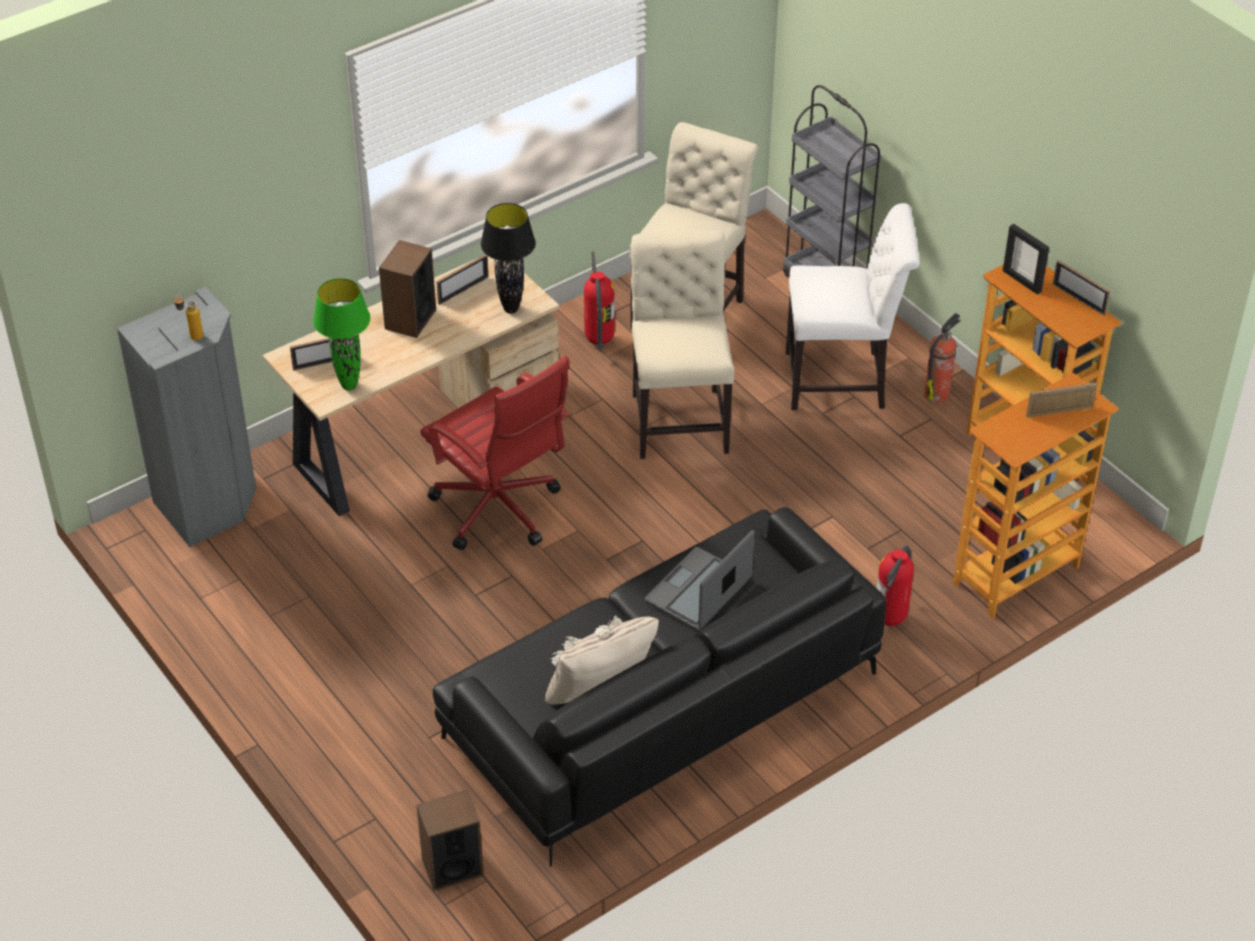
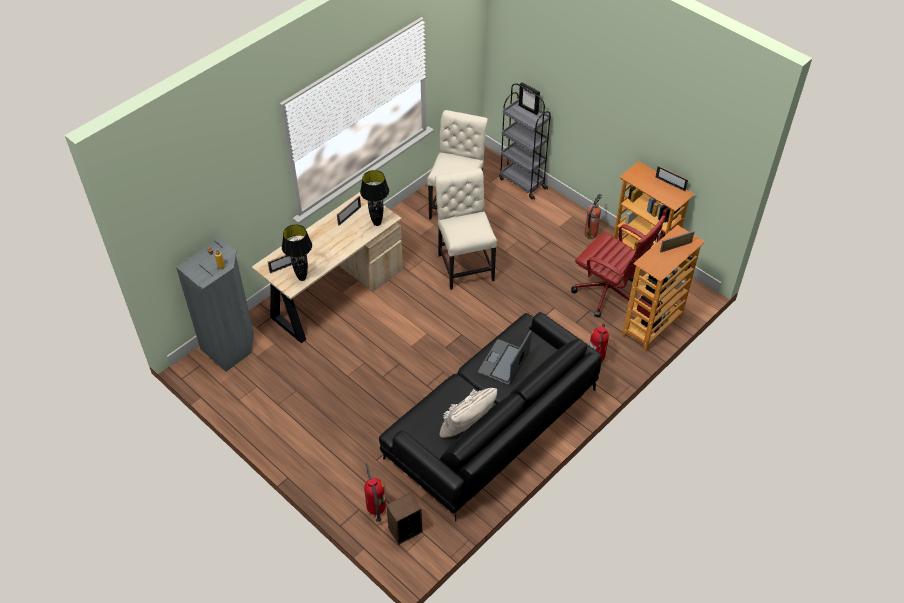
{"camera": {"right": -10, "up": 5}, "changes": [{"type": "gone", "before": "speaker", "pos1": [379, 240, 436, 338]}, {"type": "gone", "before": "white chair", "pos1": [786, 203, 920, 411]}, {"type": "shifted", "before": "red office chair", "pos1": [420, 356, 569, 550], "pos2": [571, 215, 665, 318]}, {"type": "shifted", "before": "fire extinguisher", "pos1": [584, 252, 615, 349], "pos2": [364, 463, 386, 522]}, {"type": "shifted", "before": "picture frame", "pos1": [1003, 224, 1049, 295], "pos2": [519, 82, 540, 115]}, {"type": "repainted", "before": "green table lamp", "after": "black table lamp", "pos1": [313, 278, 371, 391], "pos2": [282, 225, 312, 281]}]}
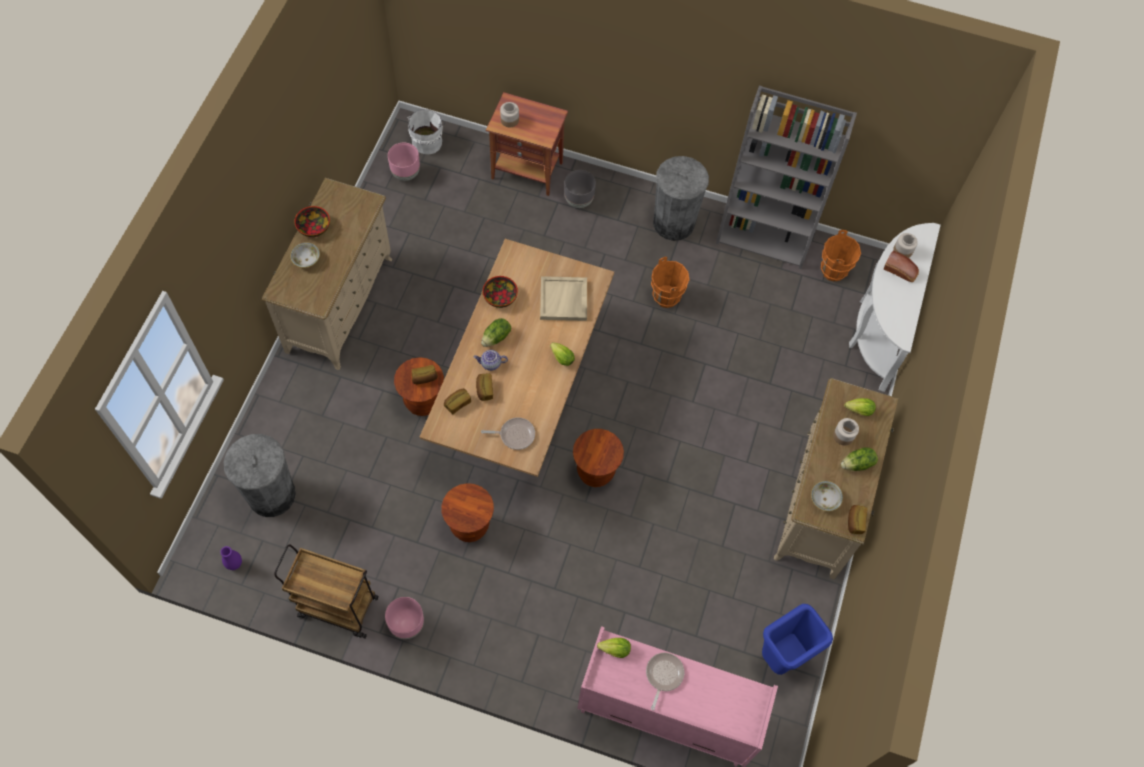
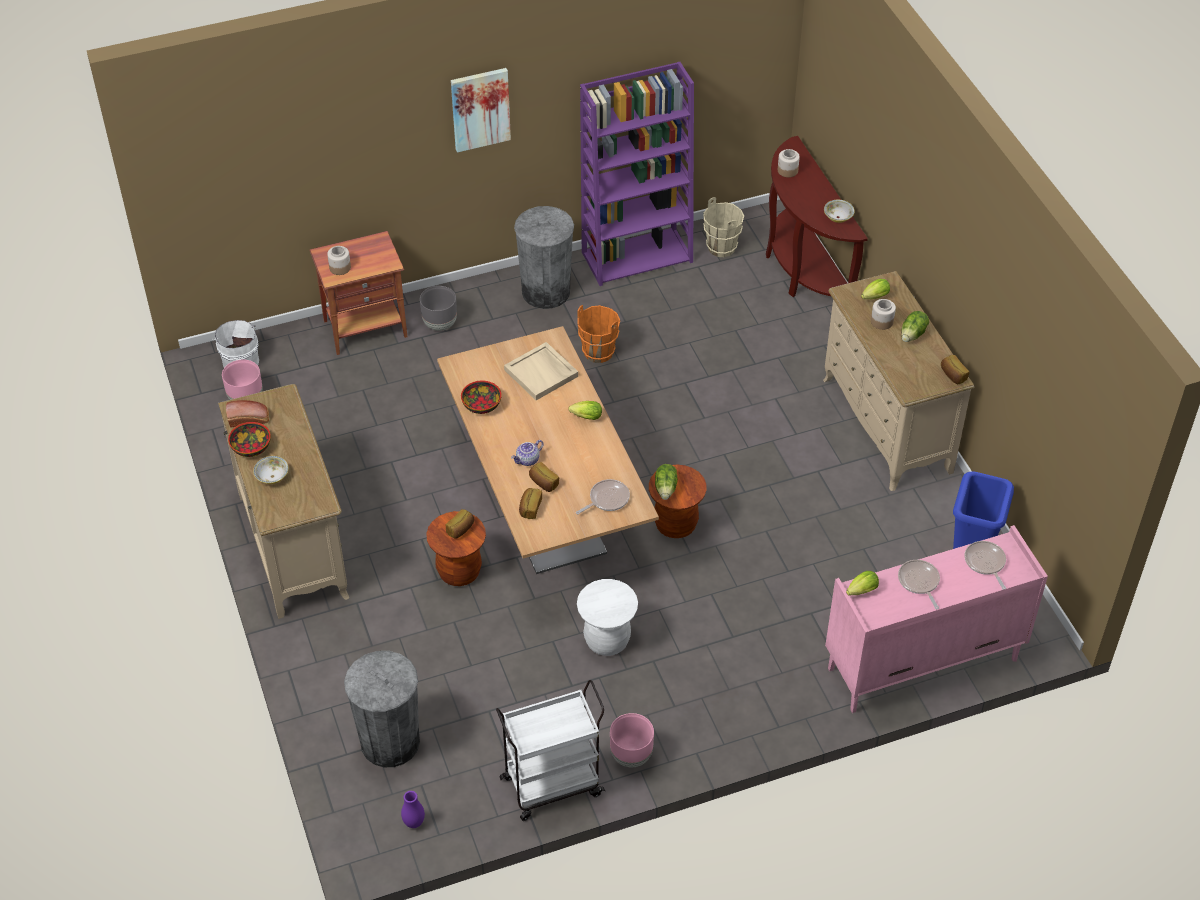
{"camera": {"right": -35, "up": -15}, "changes": [{"type": "new", "after": "picture", "pos2": [451, 68, 511, 152]}, {"type": "new", "after": "frying pan", "pos2": [964, 541, 1006, 590]}, {"type": "shifted", "before": "lettuce", "pos1": [481, 318, 511, 347], "pos2": [655, 464, 678, 500]}, {"type": "shifted", "before": "bowl", "pos1": [811, 481, 843, 511], "pos2": [824, 200, 855, 223]}, {"type": "shifted", "before": "bread", "pos1": [884, 251, 919, 282], "pos2": [226, 400, 269, 428]}, {"type": "repainted", "before": "brown cart", "after": "white cart", "pos1": [274, 545, 378, 639], "pos2": [496, 680, 606, 821]}, {"type": "repainted", "before": "brown stool", "after": "white stool", "pos1": [441, 483, 494, 542], "pos2": [577, 579, 638, 656]}, {"type": "repainted", "before": "grey bookcase", "after": "purple bookcase", "pos1": [716, 86, 857, 269], "pos2": [580, 62, 694, 286]}, {"type": "repainted", "before": "orange bucket", "after": "beige bucket", "pos1": [821, 230, 861, 281], "pos2": [703, 197, 744, 257]}, {"type": "repainted", "before": "white console table", "after": "brown console table", "pos1": [849, 223, 941, 392], "pos2": [766, 136, 868, 297]}]}
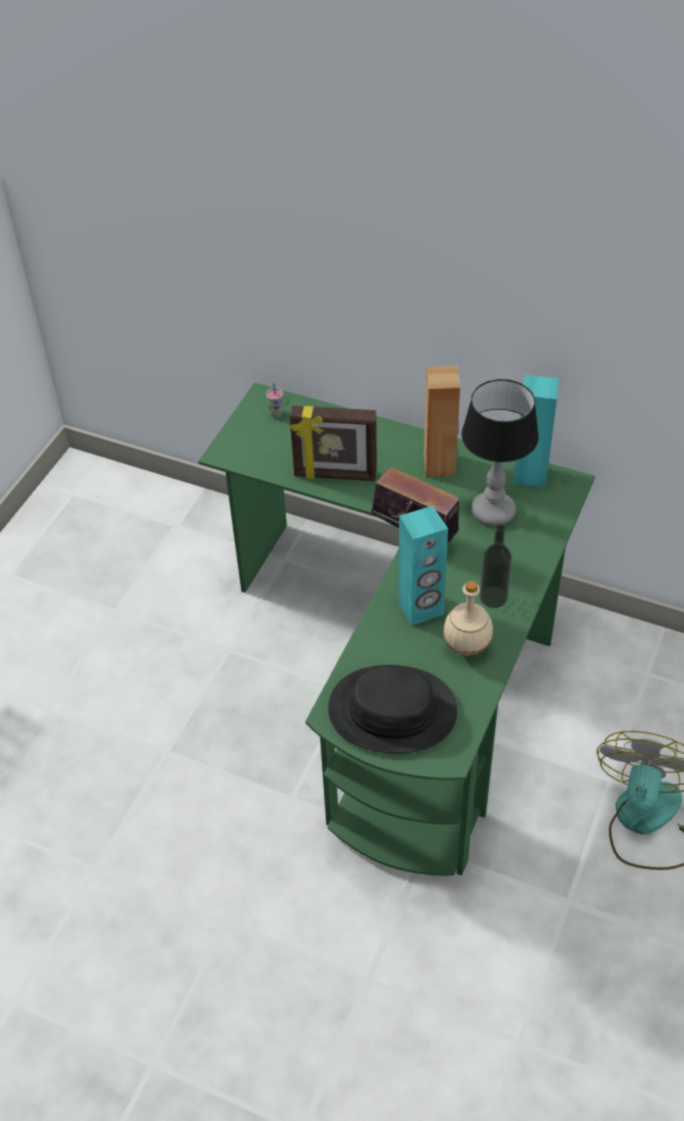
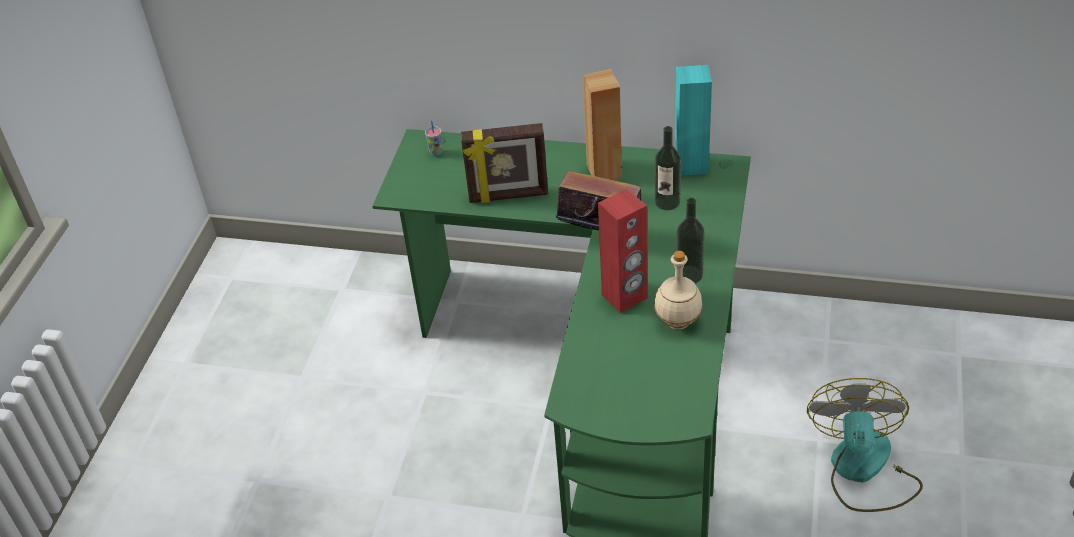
{"camera": {"right": -10, "up": -5}, "changes": [{"type": "gone", "before": "black hat", "pos1": [328, 665, 457, 754]}, {"type": "swapped", "before": "table lamp", "after": "bottle", "pos1": [461, 379, 539, 526], "pos2": [655, 126, 681, 210]}, {"type": "repainted", "before": "turquoise speaker", "after": "red speaker", "pos1": [398, 506, 448, 626], "pos2": [598, 189, 648, 313]}]}
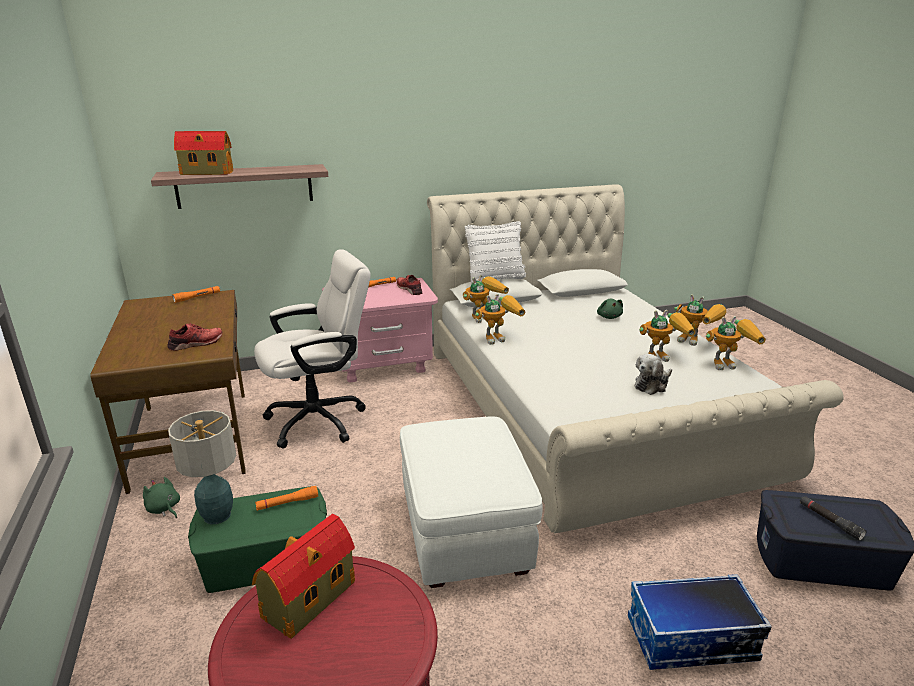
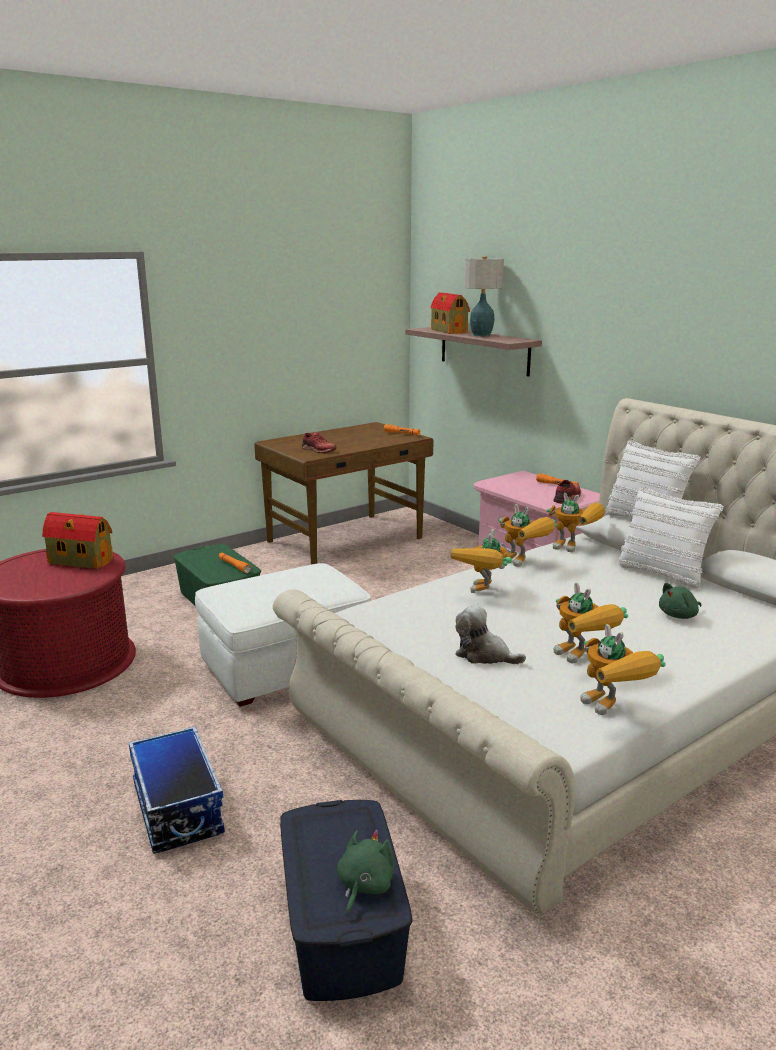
{"camera": {"right": 70, "up": -5}, "changes": [{"type": "gone", "before": "white office chair", "pos1": [254, 249, 371, 449]}, {"type": "gone", "before": "black flashlight", "pos1": [800, 496, 866, 541]}, {"type": "new", "after": "white pillow", "pos2": [618, 486, 724, 588]}, {"type": "shifted", "before": "green plush toy", "pos1": [143, 477, 180, 518], "pos2": [337, 830, 394, 916]}, {"type": "shifted", "before": "table lamp", "pos1": [168, 410, 236, 524], "pos2": [464, 256, 504, 336]}, {"type": "shifted", "before": "toy robot", "pos1": [674, 294, 726, 346], "pos2": [451, 529, 512, 593]}]}
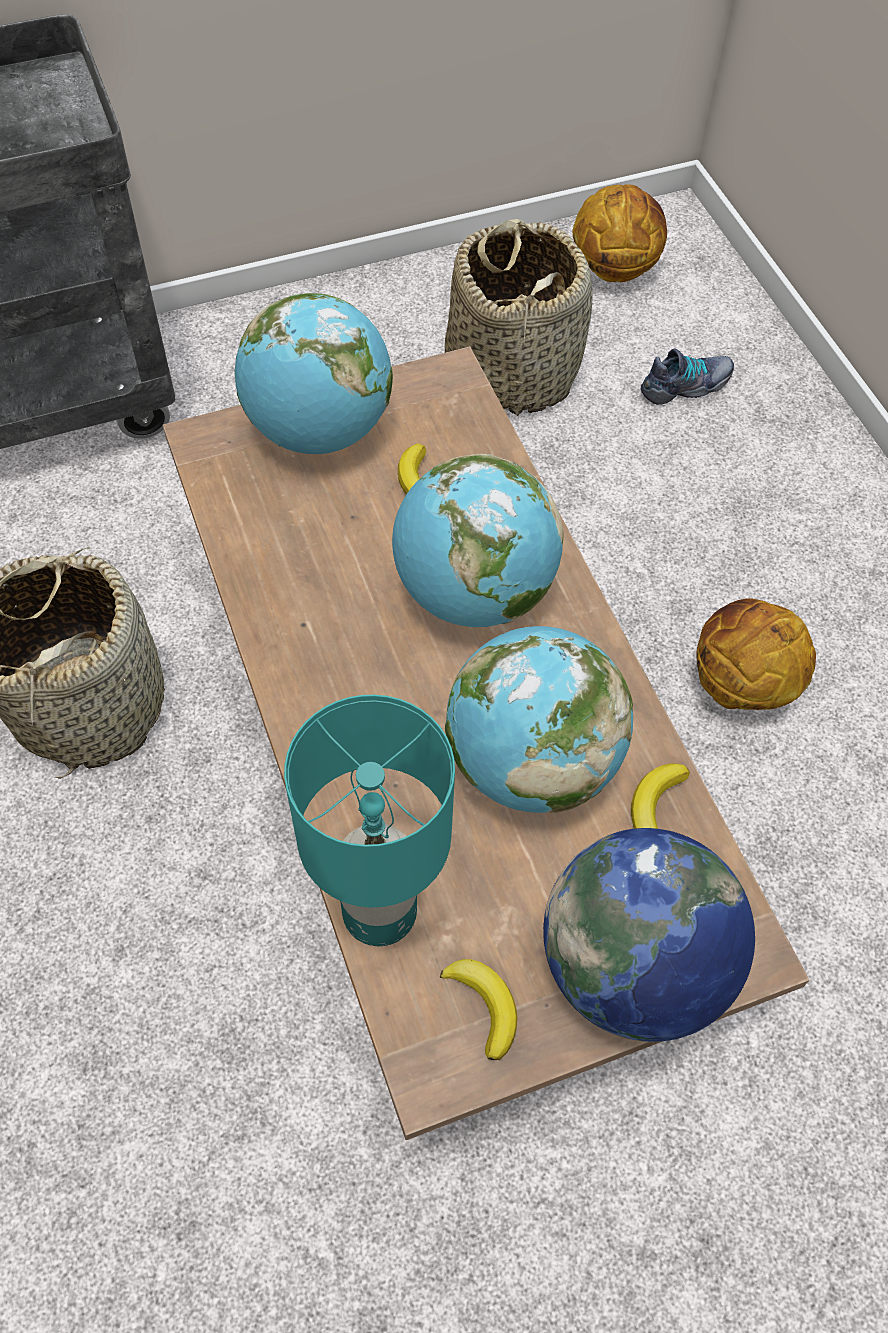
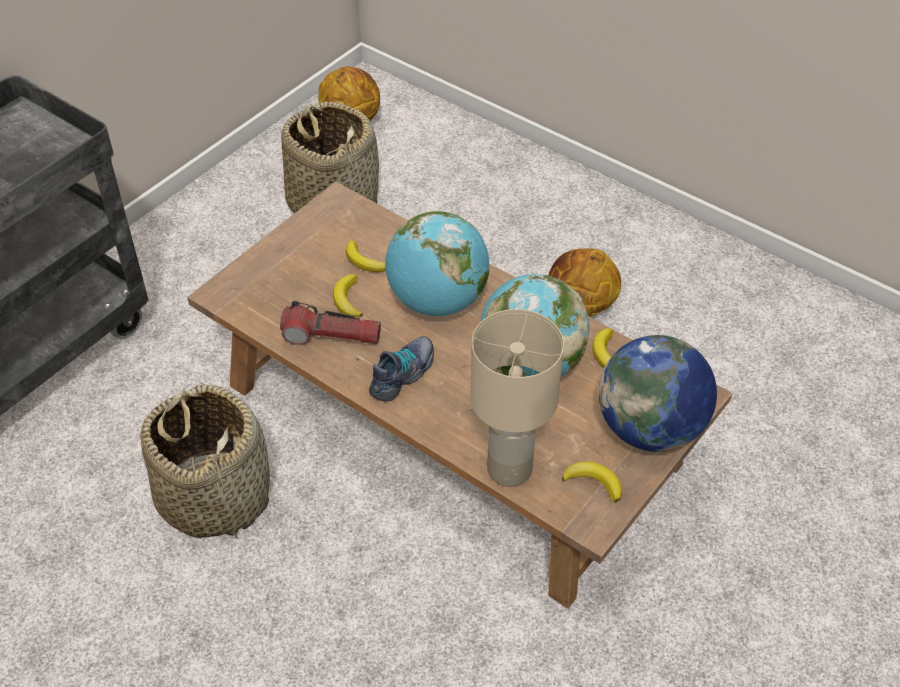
{"camera": {"right": -30, "up": -10}, "changes": [{"type": "gone", "before": "globe", "pos1": [235, 293, 393, 454]}, {"type": "new", "after": "flashlight", "pos2": [280, 301, 381, 345]}, {"type": "new", "after": "banana", "pos2": [333, 274, 363, 317]}, {"type": "shifted", "before": "shoe", "pos1": [641, 349, 734, 405], "pos2": [369, 336, 434, 401]}, {"type": "repainted", "before": "turquoise table lamp", "after": "beige table lamp", "pos1": [284, 695, 455, 946], "pos2": [470, 309, 564, 487]}]}
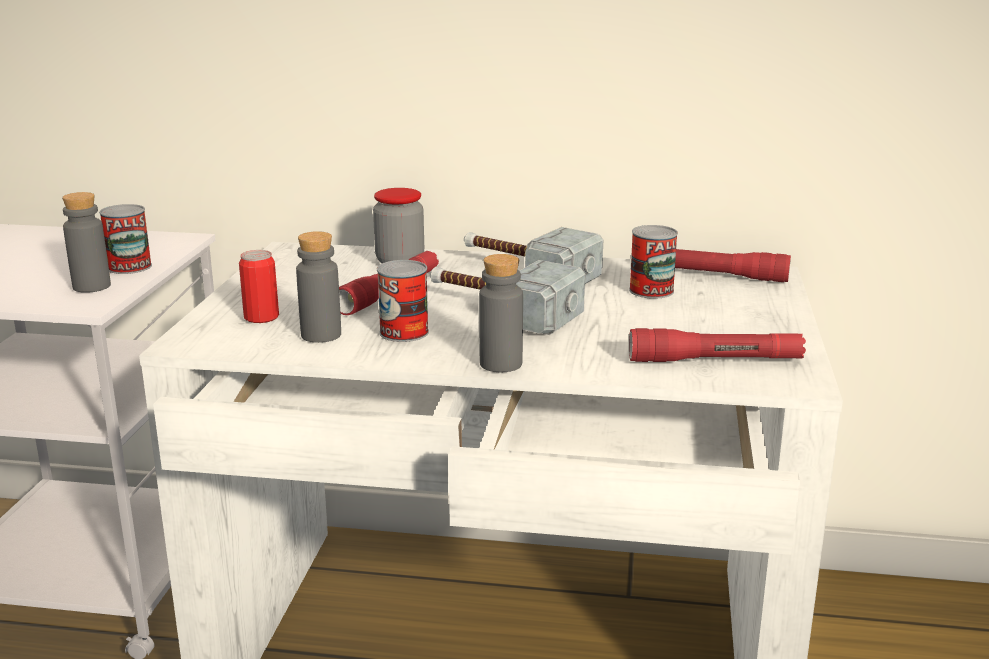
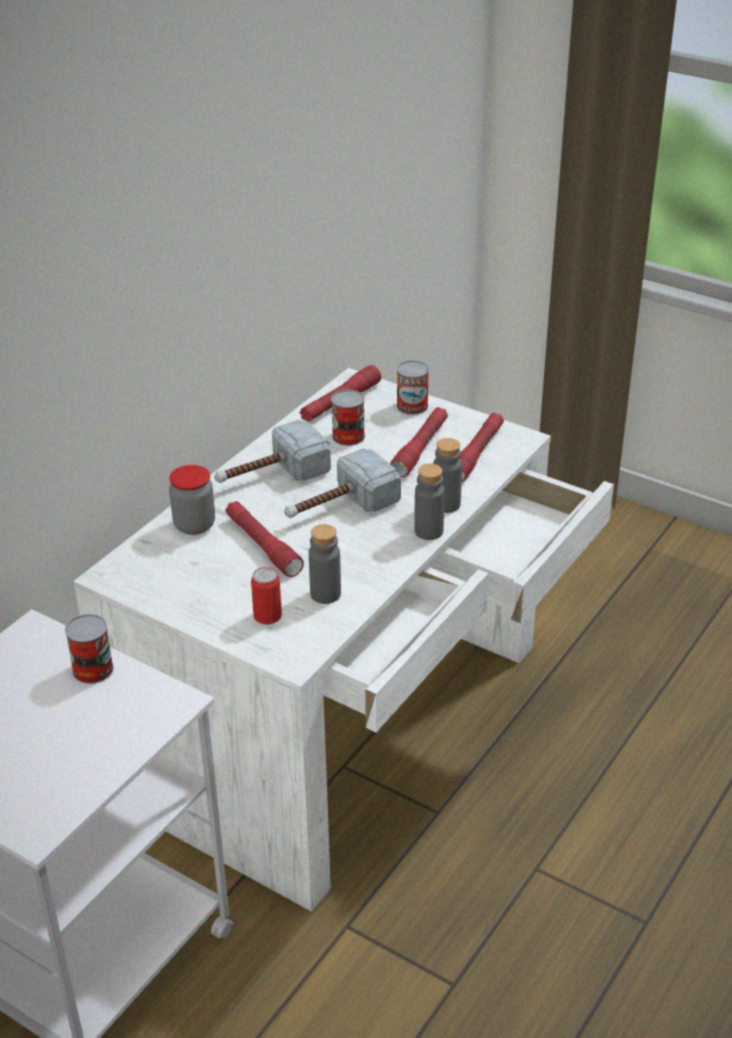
{"camera": {"right": -65, "up": 15}, "changes": [{"type": "new", "after": "red flashlight", "pos2": [390, 407, 448, 477]}, {"type": "shifted", "before": "grey bottle", "pos1": [62, 192, 111, 293], "pos2": [433, 438, 462, 513]}, {"type": "shifted", "before": "can", "pos1": [377, 260, 429, 342], "pos2": [397, 360, 429, 415]}]}
